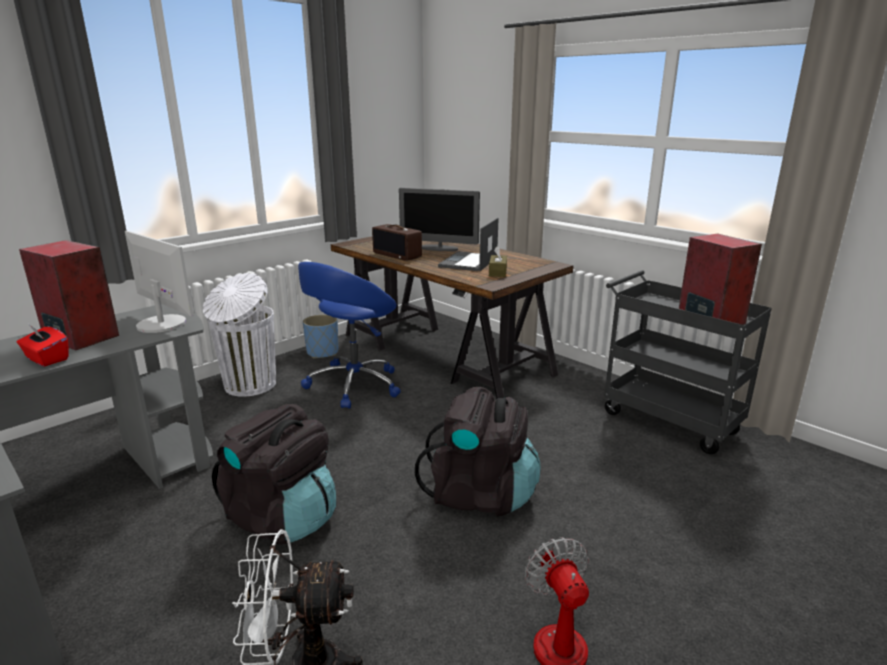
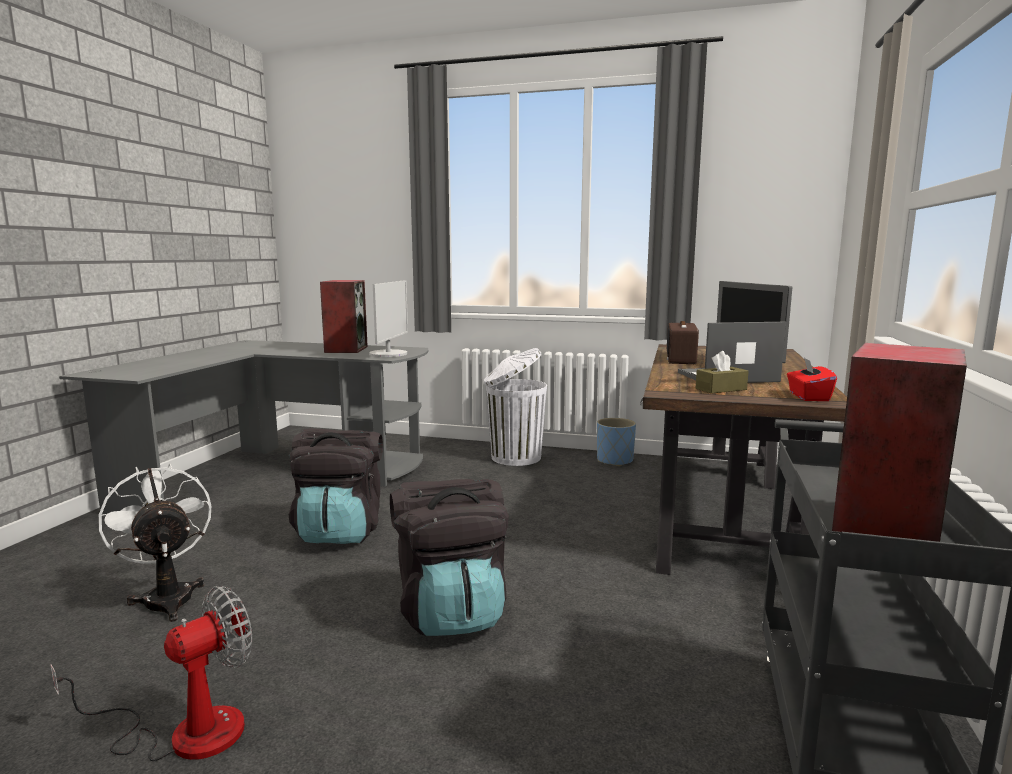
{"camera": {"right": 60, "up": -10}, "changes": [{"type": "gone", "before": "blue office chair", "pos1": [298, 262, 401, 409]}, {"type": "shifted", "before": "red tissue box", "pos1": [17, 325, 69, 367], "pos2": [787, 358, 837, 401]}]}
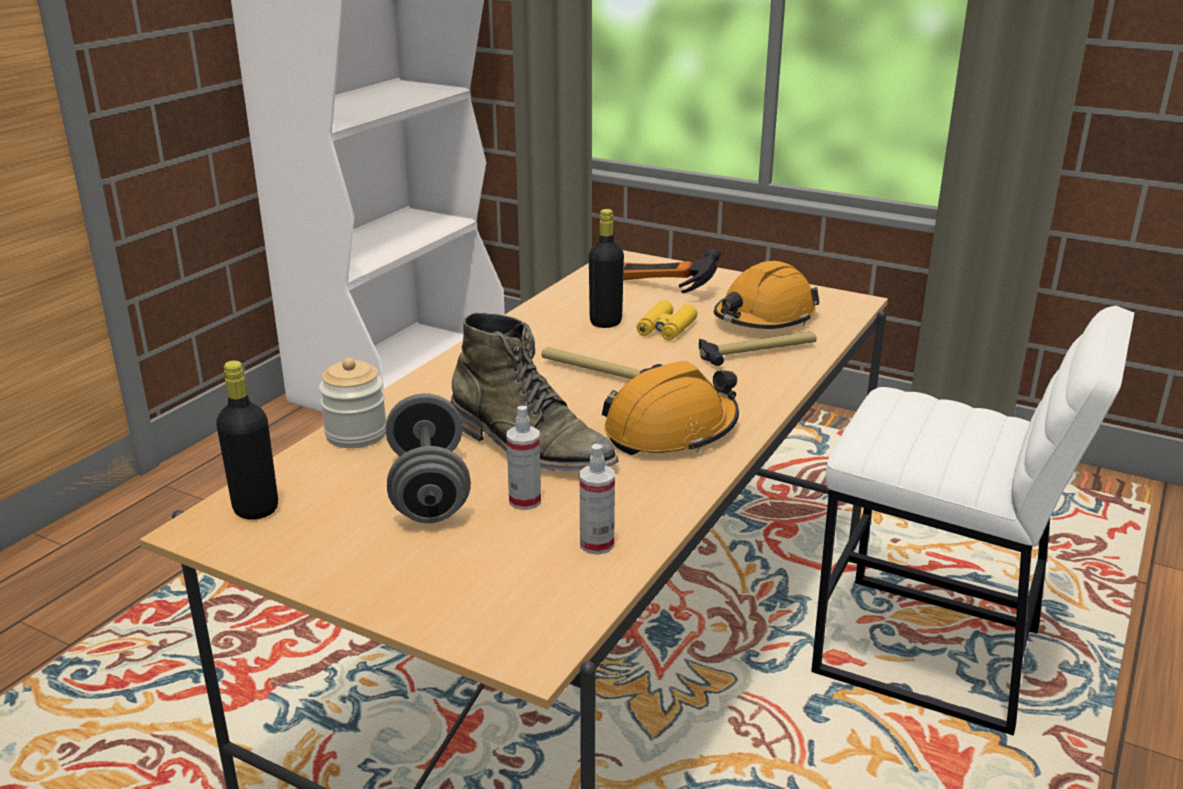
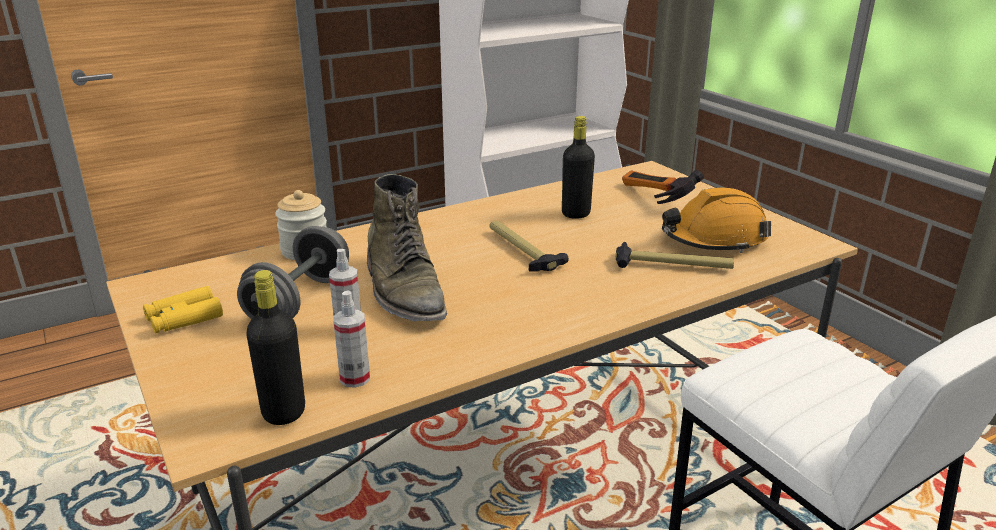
{"camera": {"right": 30, "up": 0}, "changes": [{"type": "gone", "before": "orange hard hat", "pos1": [602, 361, 739, 455]}, {"type": "shifted", "before": "black bottle", "pos1": [216, 361, 278, 520], "pos2": [246, 270, 305, 425]}, {"type": "shifted", "before": "yellow binoculars", "pos1": [636, 300, 698, 340], "pos2": [143, 286, 223, 333]}]}
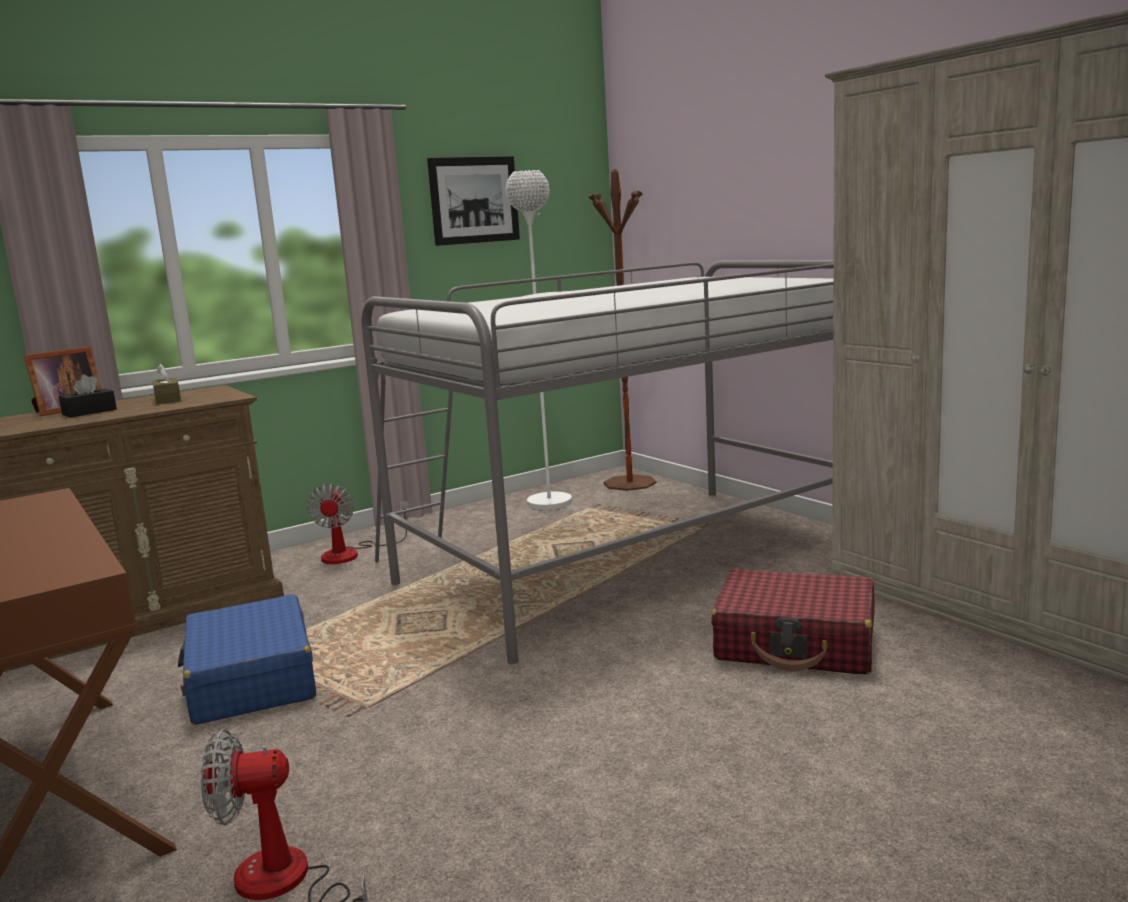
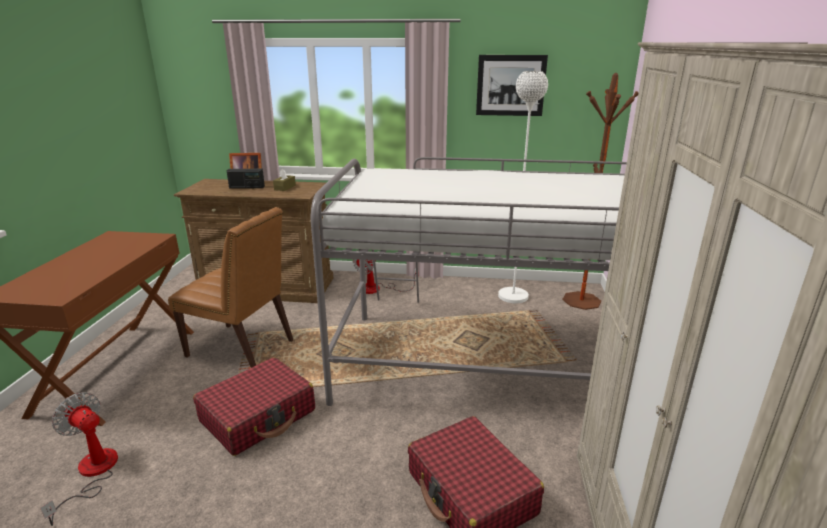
{"camera": {"right": 40, "up": 10}, "changes": [{"type": "new", "after": "red suitcase", "pos2": [193, 357, 315, 456]}, {"type": "swapped", "before": "black tissue box", "after": "radio", "pos1": [59, 374, 117, 418], "pos2": [227, 169, 265, 189]}, {"type": "swapped", "before": "blue suitcase", "after": "brown chair", "pos1": [178, 594, 316, 725], "pos2": [168, 207, 293, 368]}]}
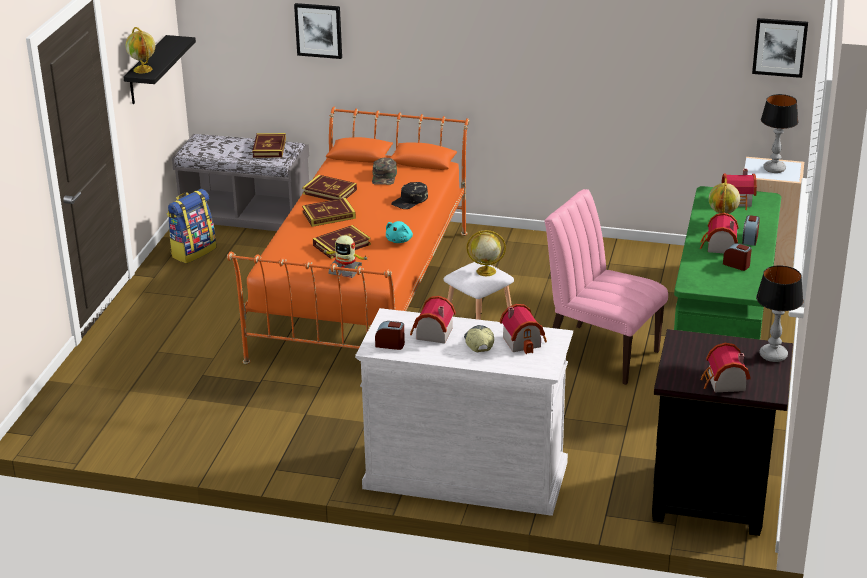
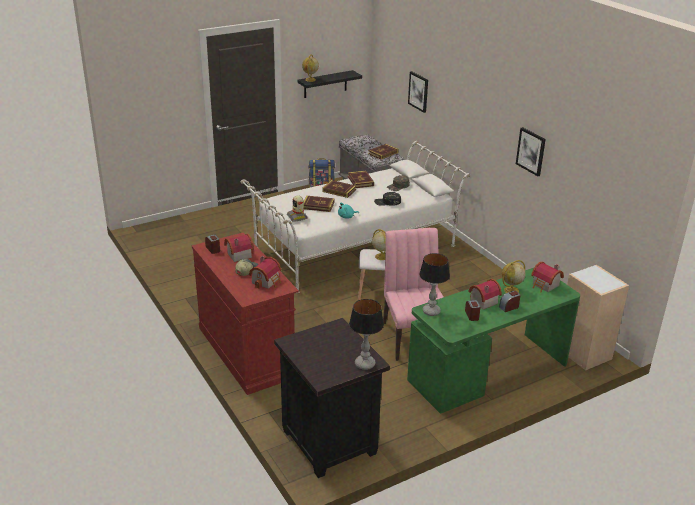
{"camera": {"right": 45, "up": 0}, "changes": [{"type": "gone", "before": "toy house", "pos1": [701, 343, 751, 392]}, {"type": "shifted", "before": "picture", "pos1": [752, 18, 808, 78], "pos2": [516, 127, 546, 176]}, {"type": "shifted", "before": "table lamp", "pos1": [761, 94, 798, 173], "pos2": [419, 253, 450, 316]}, {"type": "repainted", "before": "orange bed", "after": "white bed", "pos1": [227, 107, 469, 365], "pos2": [241, 141, 470, 294]}, {"type": "repainted", "before": "white dresser", "after": "red dresser", "pos1": [355, 308, 573, 516], "pos2": [192, 233, 299, 395]}]}
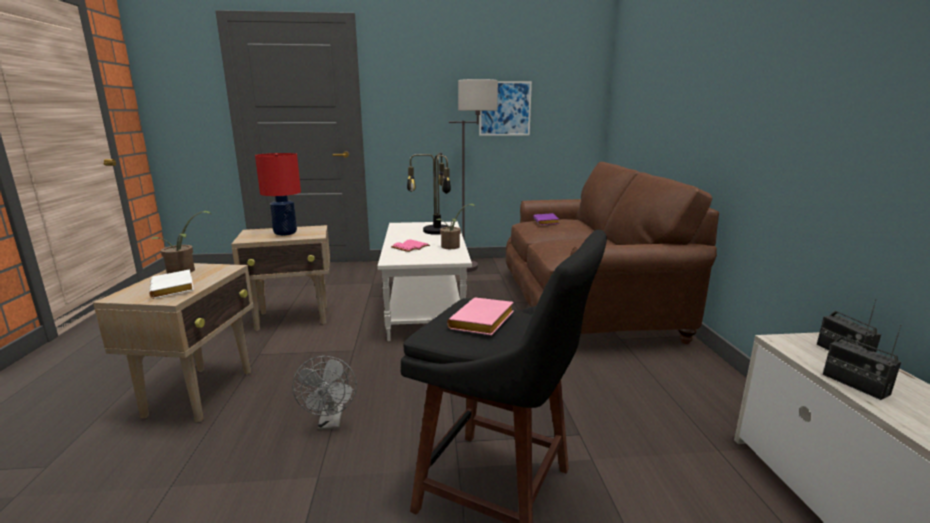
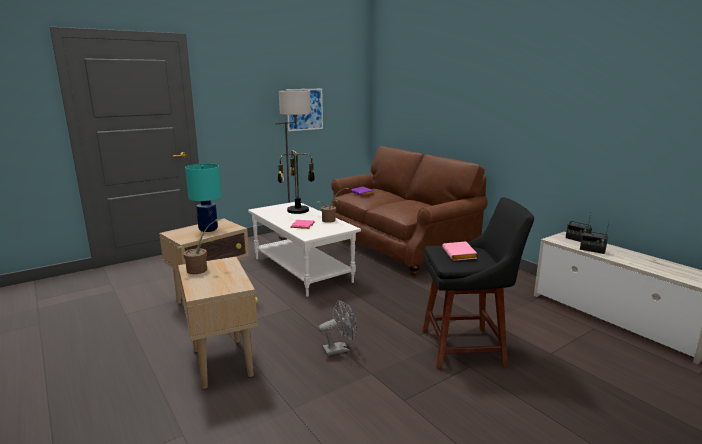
{"camera": {"right": -30, "up": 0}, "changes": [{"type": "gone", "before": "white book", "pos1": [149, 269, 194, 299]}, {"type": "repainted", "before": "red table lamp", "after": "turquoise table lamp", "pos1": [255, 153, 301, 236], "pos2": [185, 163, 222, 232]}, {"type": "rotated", "before": "grey fan", "pos1": [292, 356, 357, 430], "pos2": [319, 300, 357, 356], "turn": -75}]}
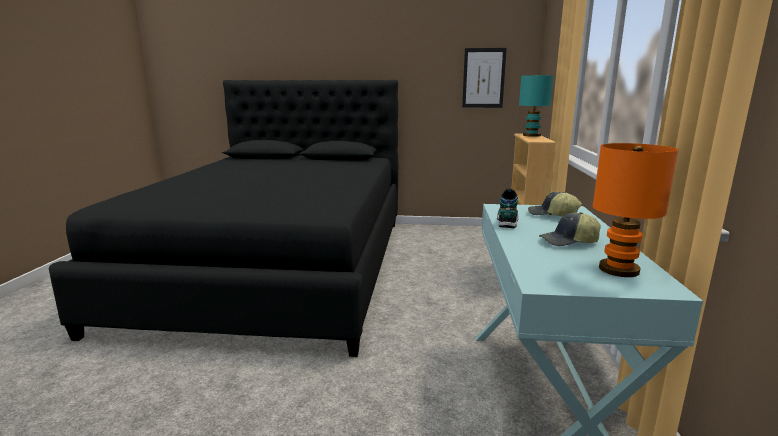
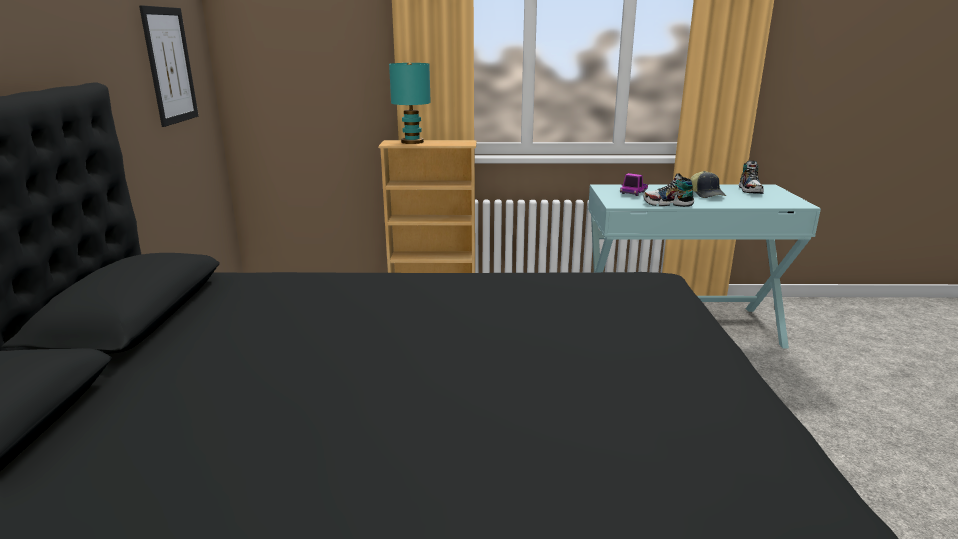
{"camera": {"right": -95, "up": 5}, "changes": [{"type": "swapped", "before": "cap", "after": "toy truck", "pos1": [528, 191, 582, 217], "pos2": [620, 173, 648, 196]}, {"type": "swapped", "before": "orange table lamp", "after": "shoe", "pos1": [593, 143, 678, 277], "pos2": [739, 161, 764, 194]}]}
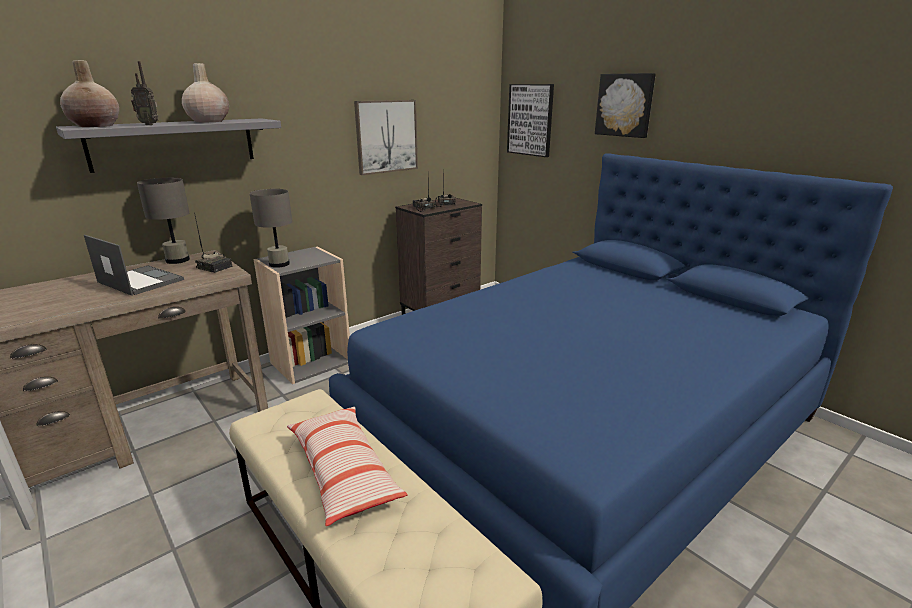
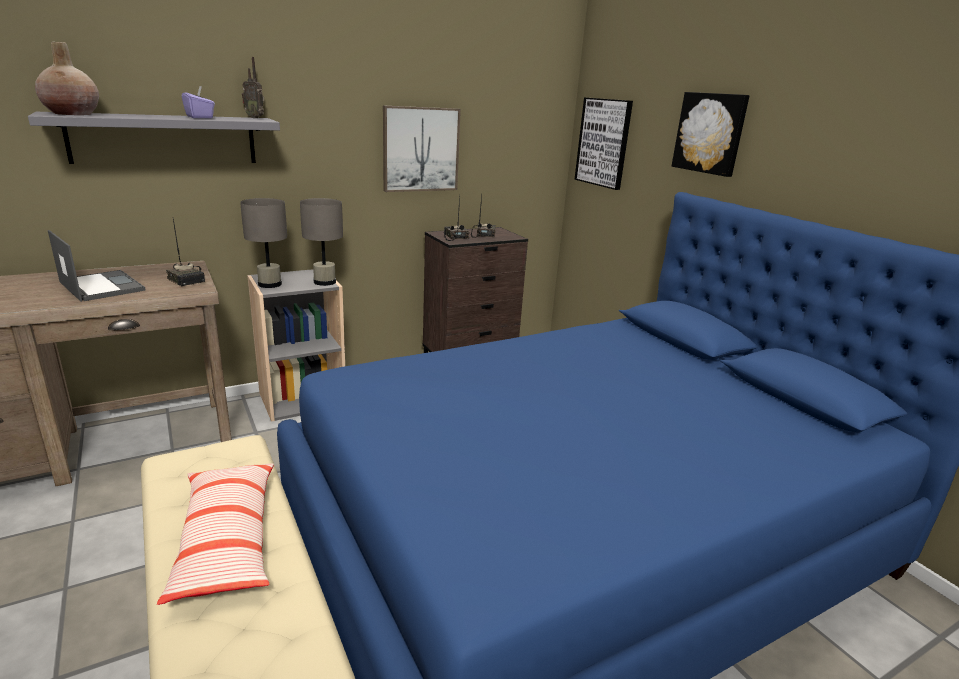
{"camera": {"right": 10, "up": 0}, "changes": [{"type": "shifted", "before": "radio", "pos1": [131, 61, 159, 125], "pos2": [242, 57, 264, 118]}, {"type": "shifted", "before": "grey table lamp", "pos1": [137, 178, 190, 264], "pos2": [300, 198, 343, 286]}, {"type": "swapped", "before": "beige vase", "after": "purple tissue box", "pos1": [182, 63, 229, 122], "pos2": [182, 86, 215, 118]}]}
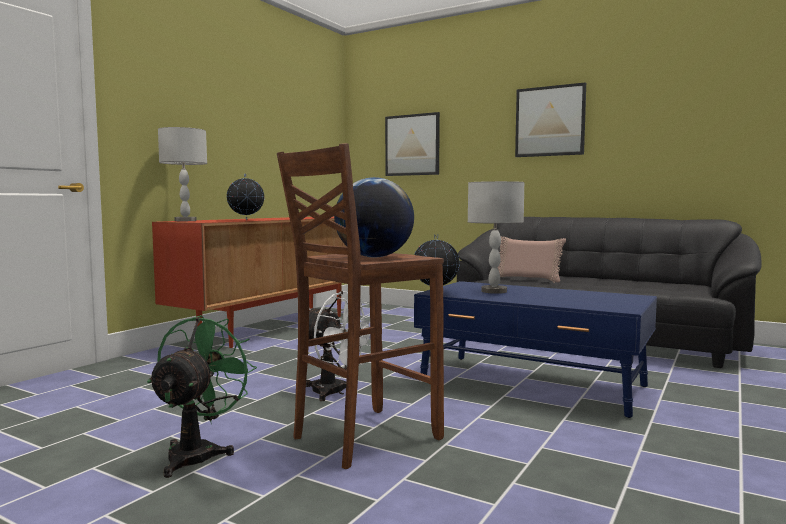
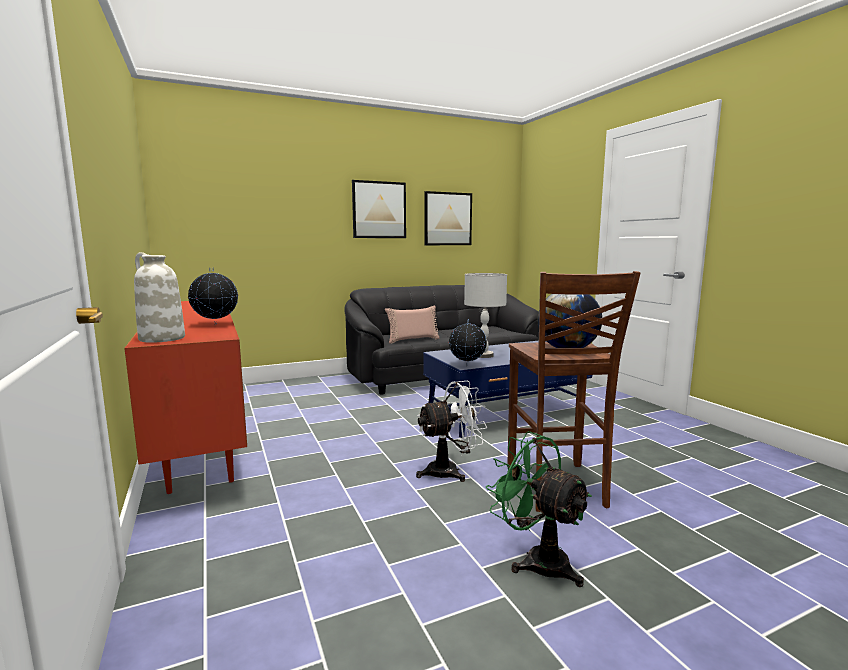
{"camera": {"right": -55, "up": 5}, "changes": [{"type": "shifted", "before": "picture", "pos1": [385, 112, 440, 176], "pos2": [424, 191, 472, 245]}, {"type": "swapped", "before": "grey table lamp", "after": "white vase", "pos1": [158, 127, 207, 221], "pos2": [134, 252, 185, 343]}]}
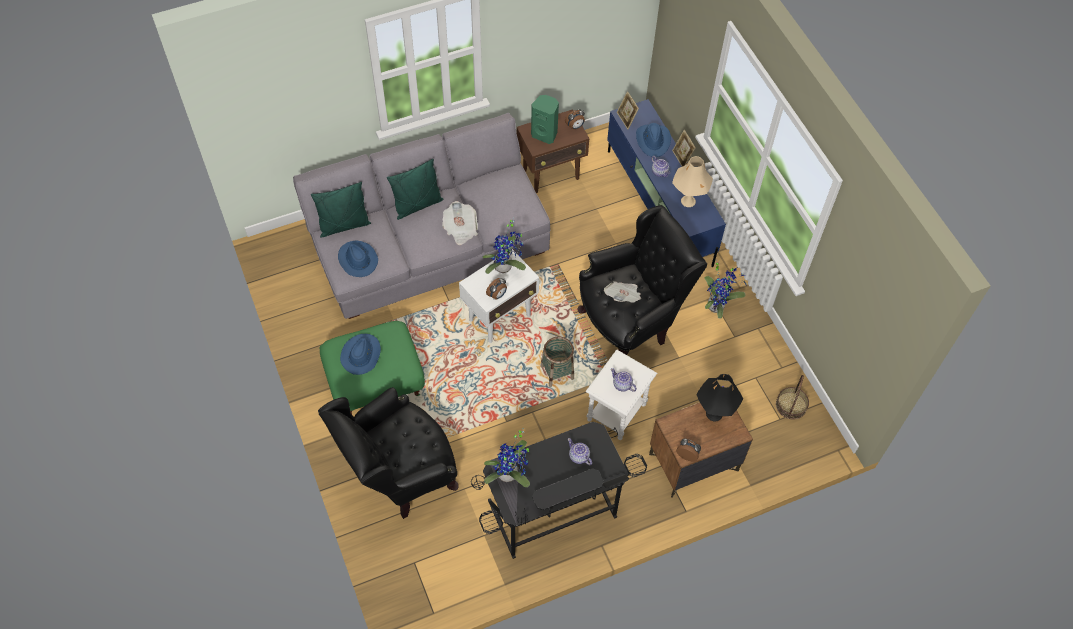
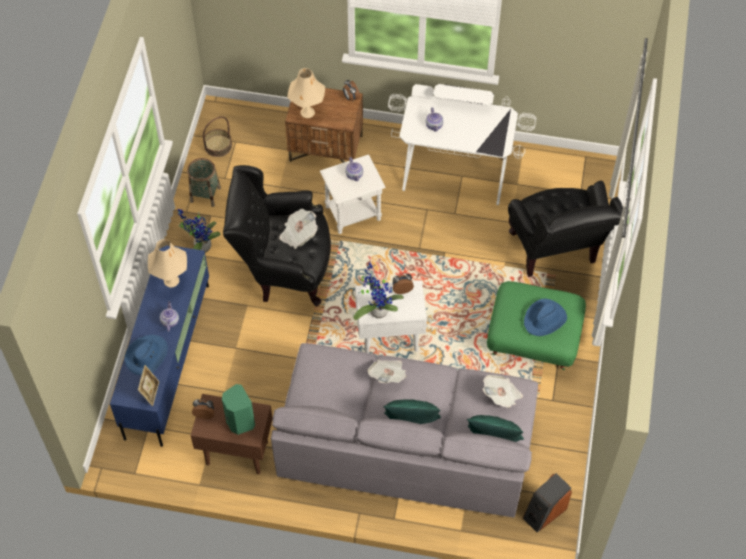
{"camera": {"right": -145, "up": 0}, "changes": [{"type": "gone", "before": "potted plant", "pos1": [484, 428, 530, 487]}, {"type": "gone", "before": "picture frame", "pos1": [672, 130, 696, 167]}, {"type": "new", "after": "speaker", "pos2": [523, 473, 572, 532]}, {"type": "shifted", "before": "basket", "pos1": [540, 336, 574, 387], "pos2": [187, 158, 221, 207]}, {"type": "swapped", "before": "blue hat", "after": "newspaper", "pos1": [338, 240, 378, 277], "pos2": [482, 375, 523, 408]}, {"type": "repainted", "before": "black desk", "after": "white desk", "pos1": [471, 422, 647, 559], "pos2": [388, 84, 536, 205]}, {"type": "repainted", "before": "black table lamp", "after": "beige table lamp", "pos1": [697, 374, 743, 422], "pos2": [287, 68, 325, 118]}, {"type": "rotated", "before": "black armchair", "pos1": [318, 387, 459, 519], "pos2": [508, 181, 623, 277], "turn": 75}]}
